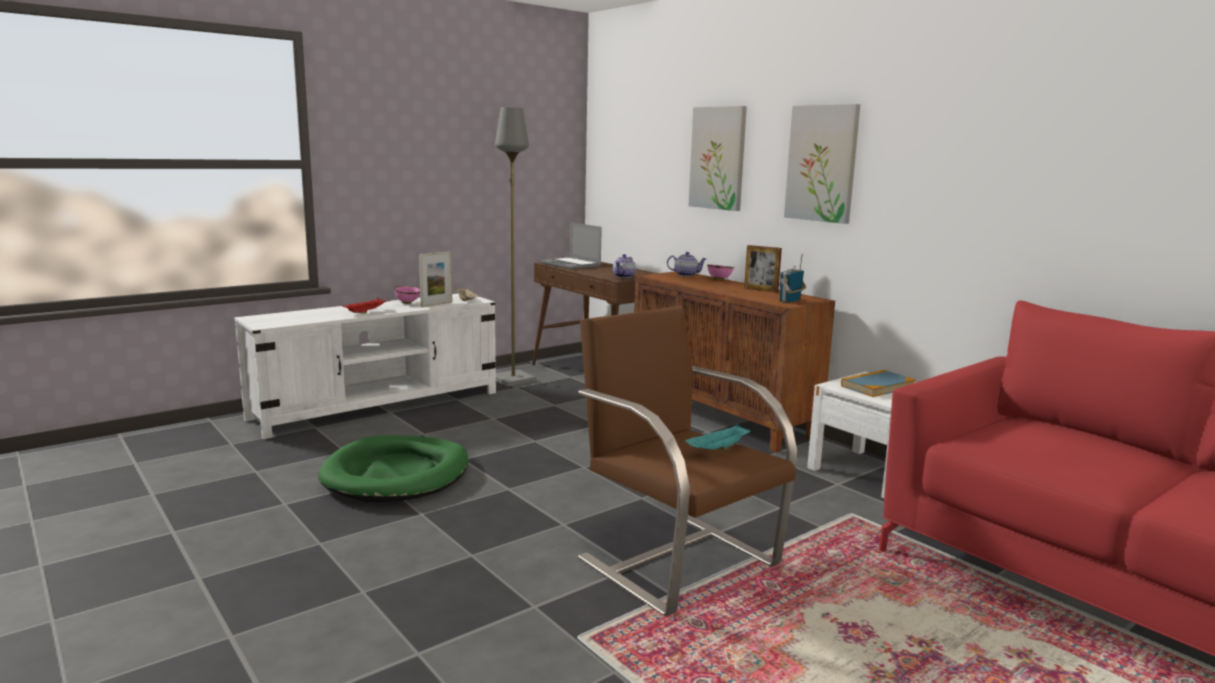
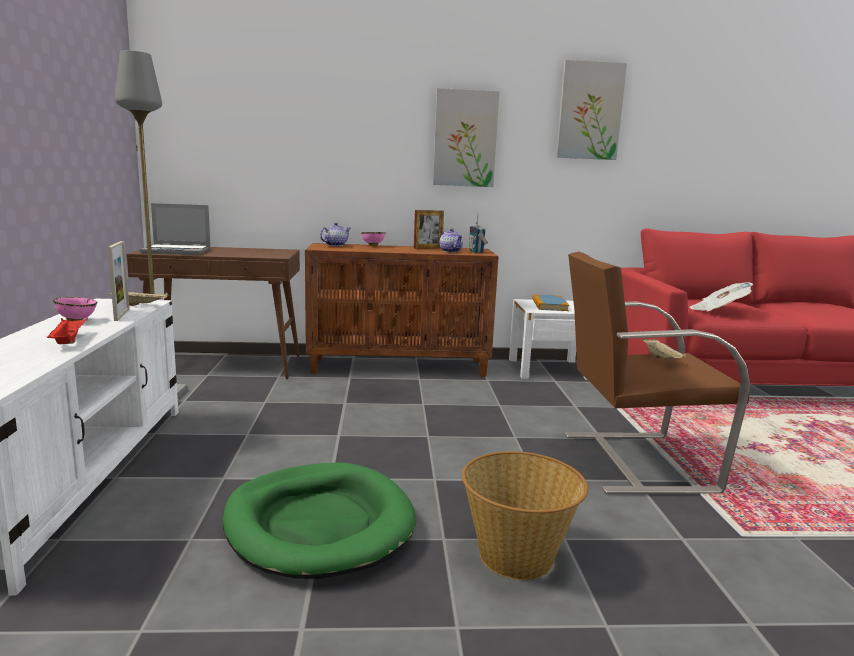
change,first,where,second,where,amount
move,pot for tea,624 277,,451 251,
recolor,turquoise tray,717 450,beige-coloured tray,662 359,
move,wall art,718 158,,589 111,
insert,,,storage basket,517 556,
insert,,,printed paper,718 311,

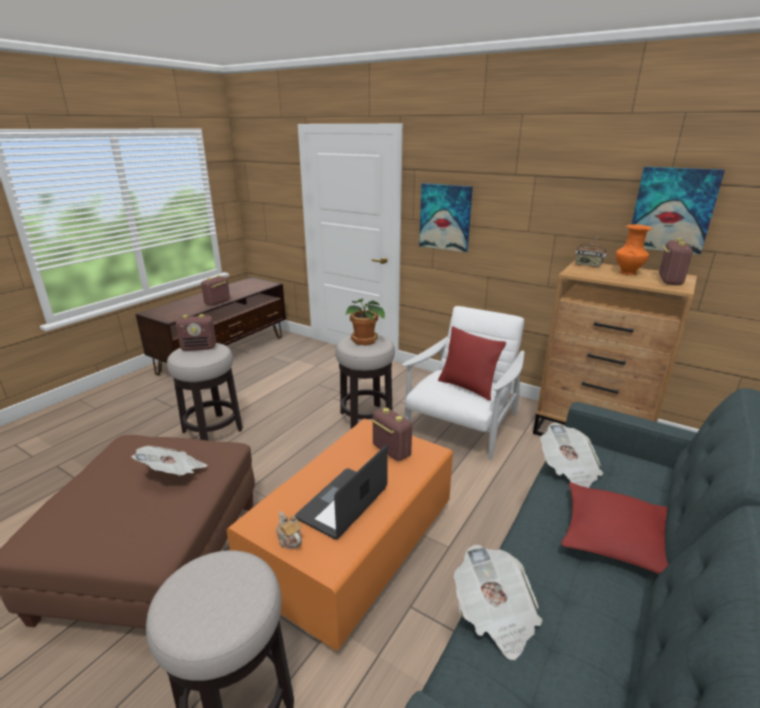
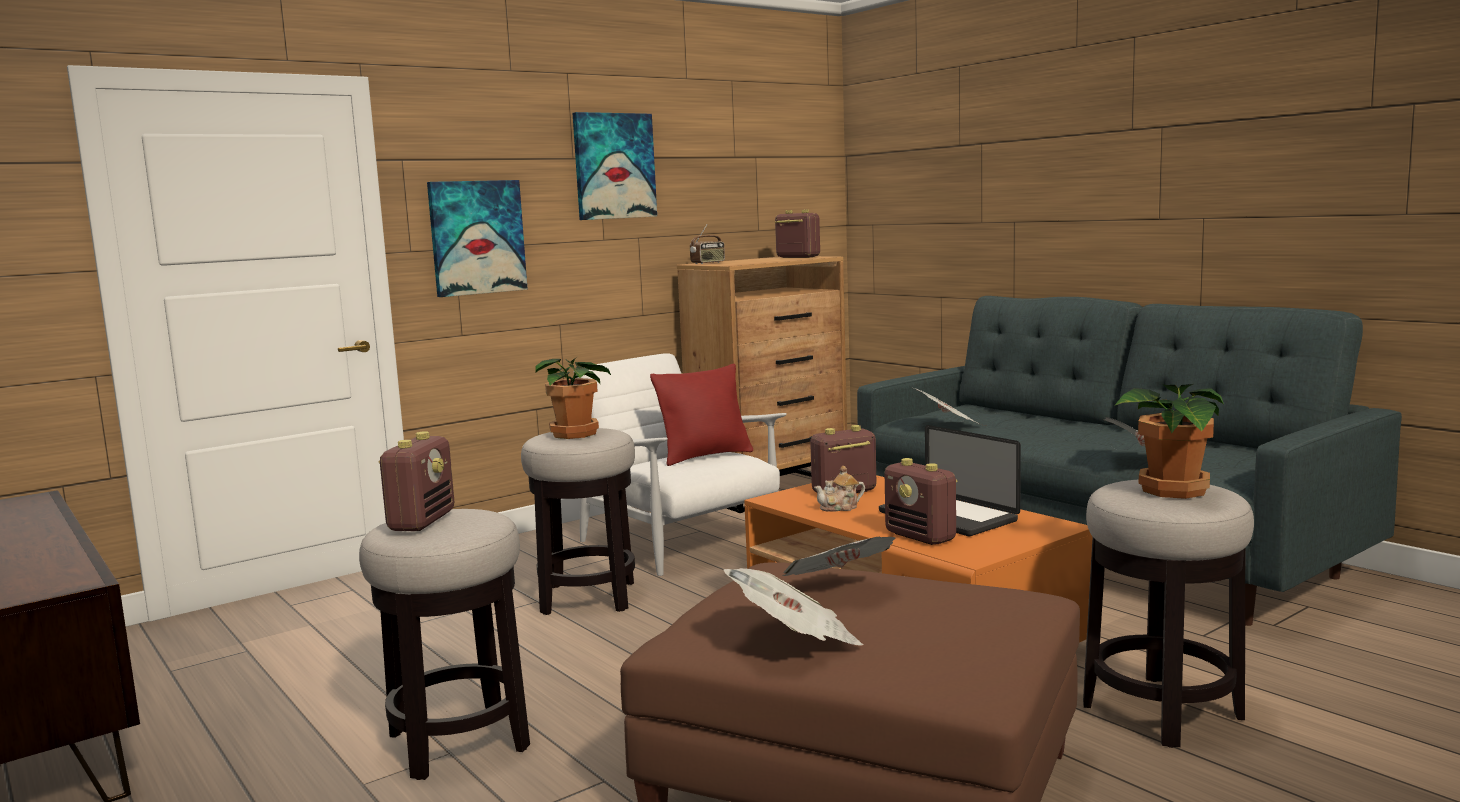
change,first,where,second,where,amount
move,radio set,217 302,,921 537,
move,pot for tea,289 539,,840 508,
delete,reddish cushion,615 538,,,
delete,orange vase,627 273,,,
move,wall art,672 210,,614 166,
insert,,,printed paper,795 640,
insert,,,potted plant,1172 491,

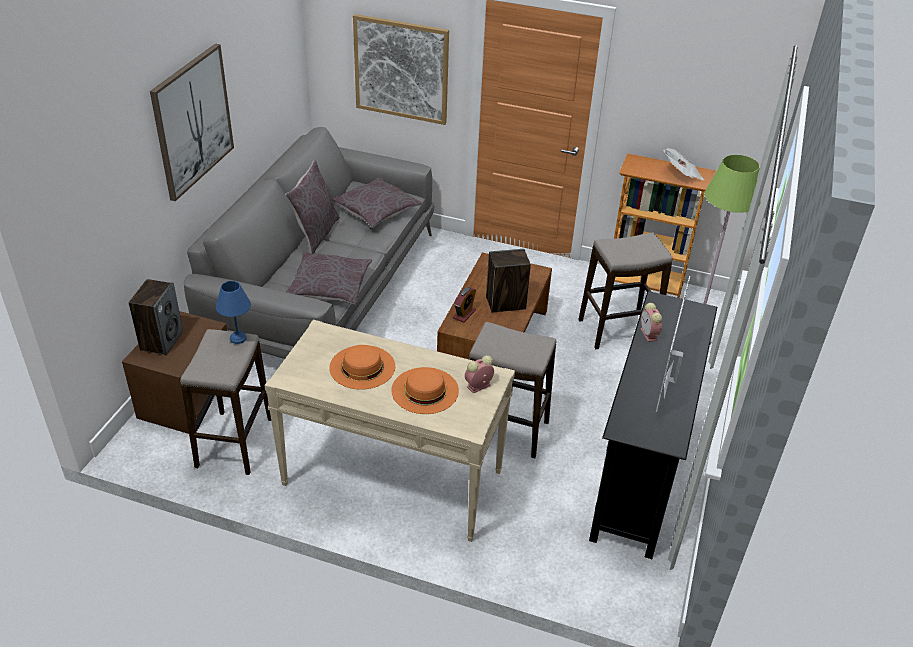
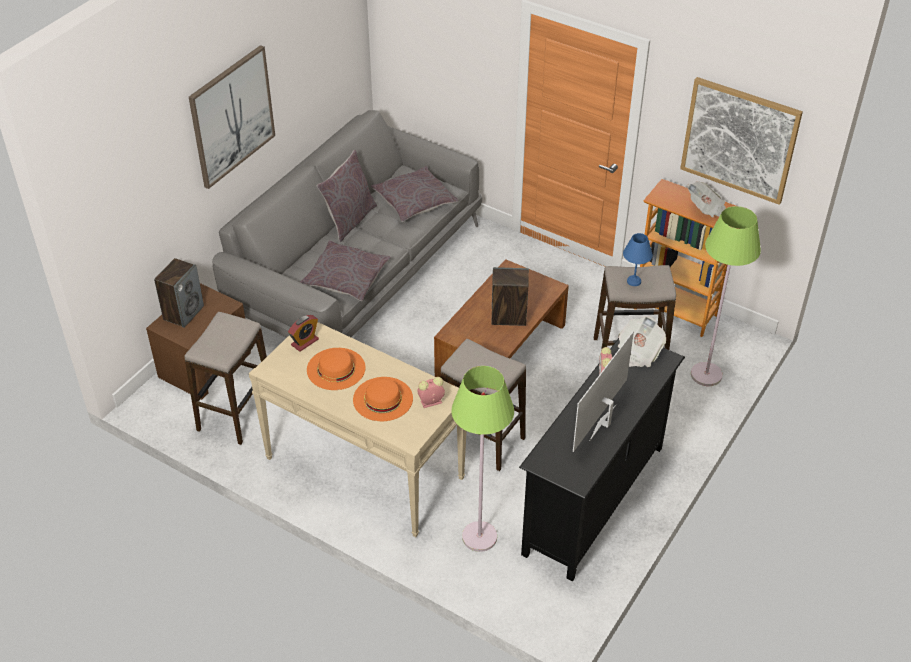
change,first,where,second,where,amount
move,blue lamp for a table,238 339,,634 282,
move,wall art,401 69,,739 140,
move,alarm clock,464 314,,305 342,
insert,,,green-coloured standard lamp,479 537,
insert,,,printed paper,638 352,

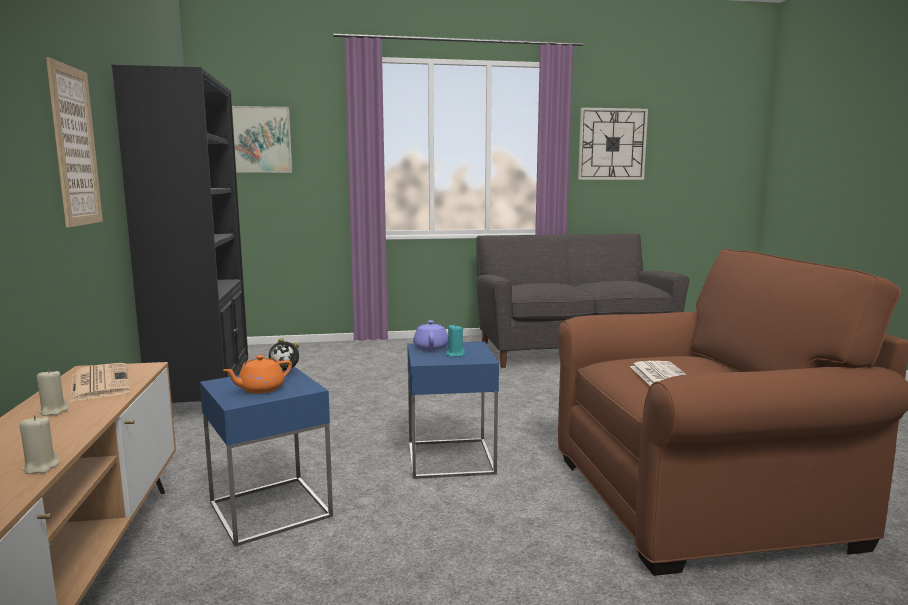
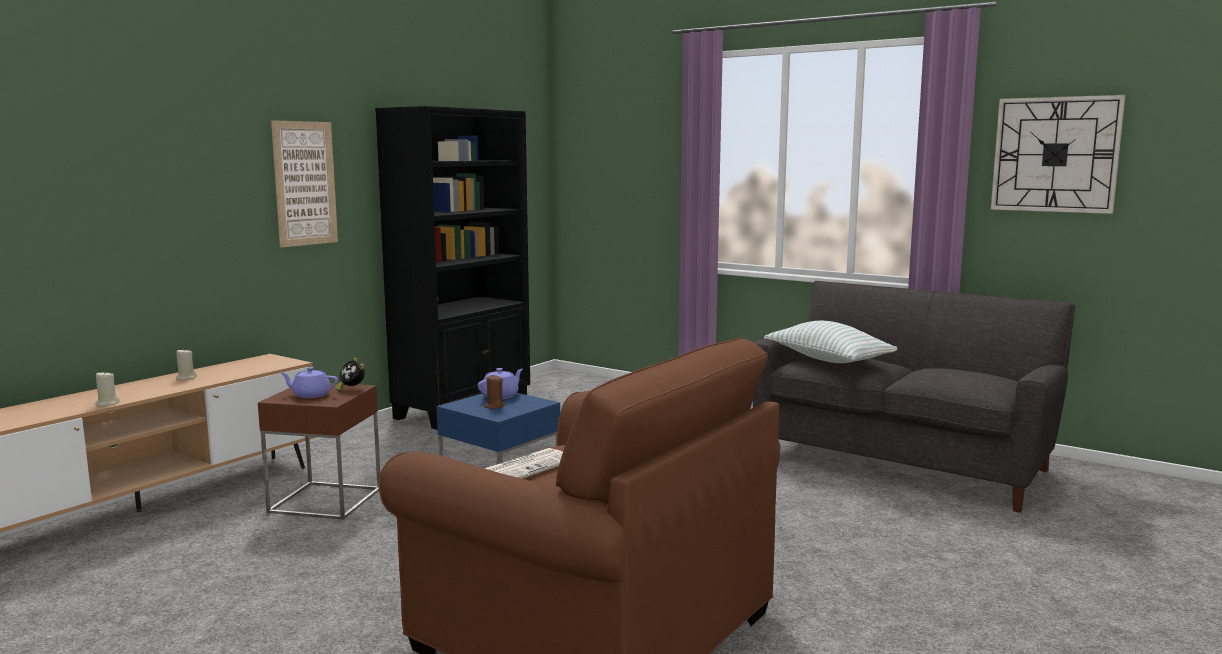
change,first,where,second,where,amount
delete,printed paper,99 383,,,
recolor,blue end table,270 509,brown end table,325 500,
recolor,orange pot for tea,260 389,purple-coloured pot for tea,310 395,
delete,wall art,257 139,,,
recolor,turquoise wax light,455 354,brown wax light,494 406,
insert,,,cushion,828 360,

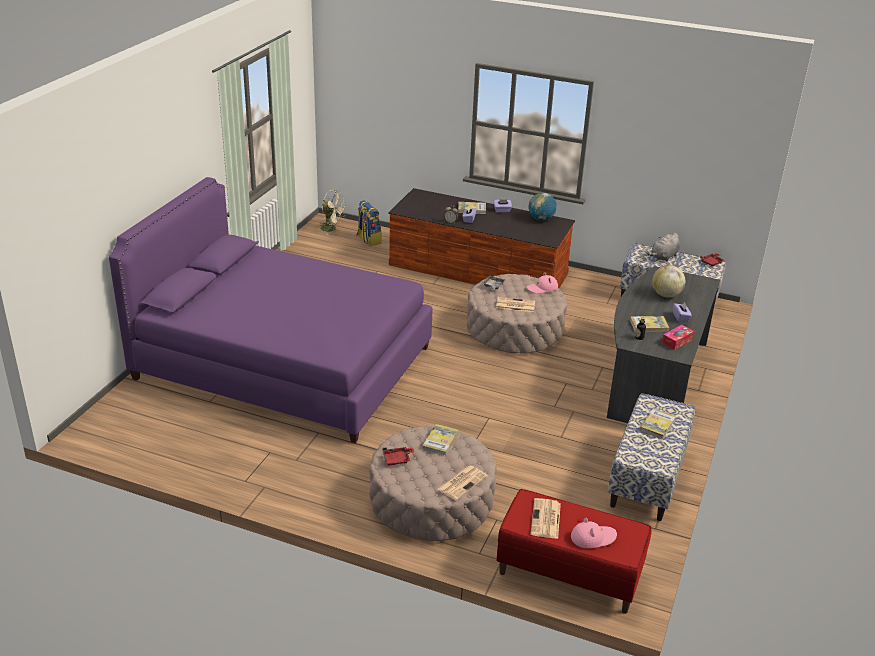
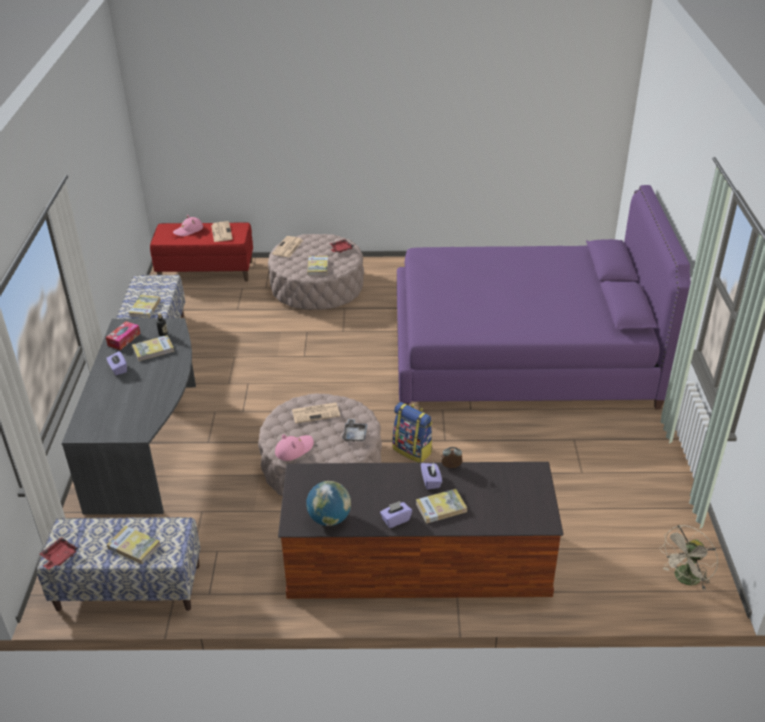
change,first,where,second,where,amount
rotate,beige-coloured electric fan,332 229,,685 580,45 degrees counterclockwise
move,rucksack,368 240,,413 450,
replace,gray cuddly toy,664 257,bound book,134 546,
delete,world globe,666 295,,,

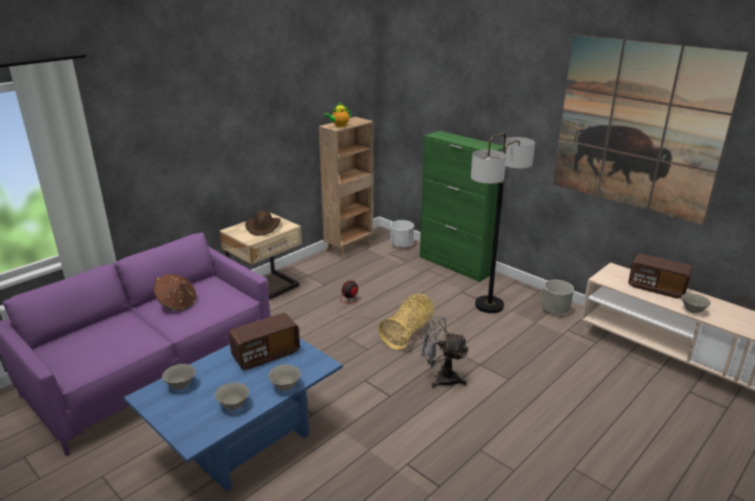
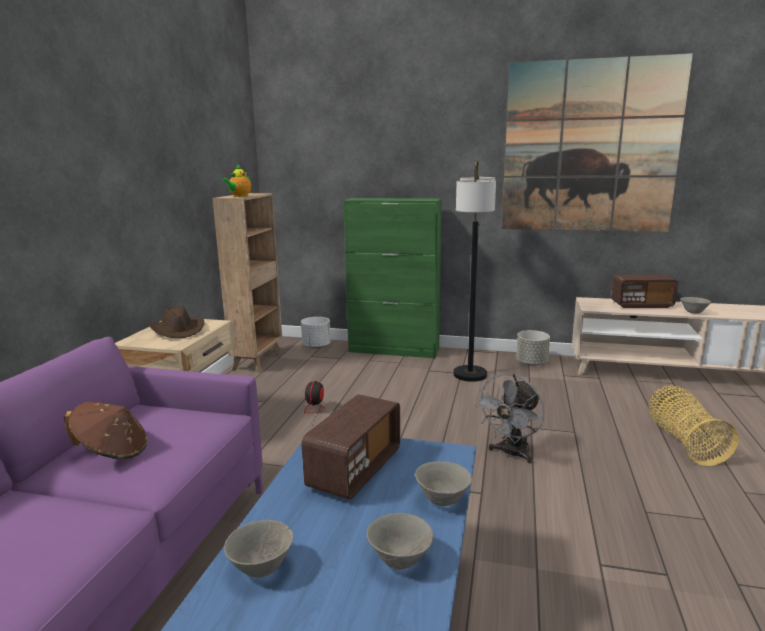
change,first,where,second,where,amount
move,storage basket,408 333,,684 442,
rotate,gray electric fan,440 378,,511 454,45 degrees counterclockwise

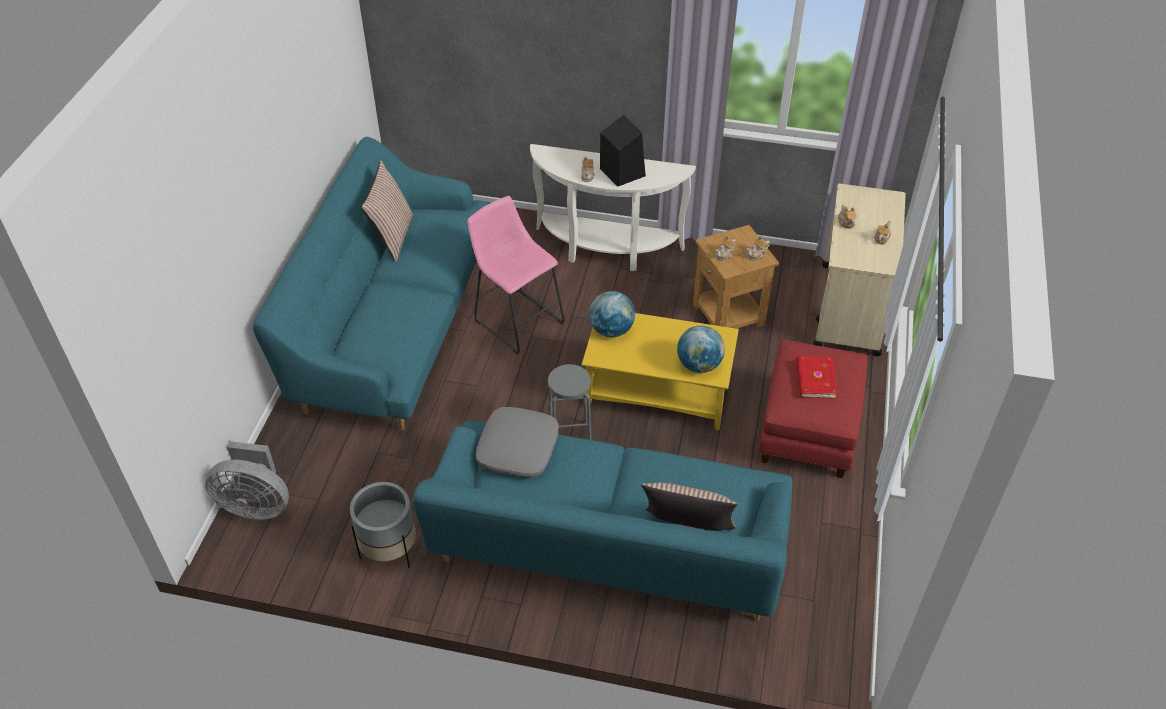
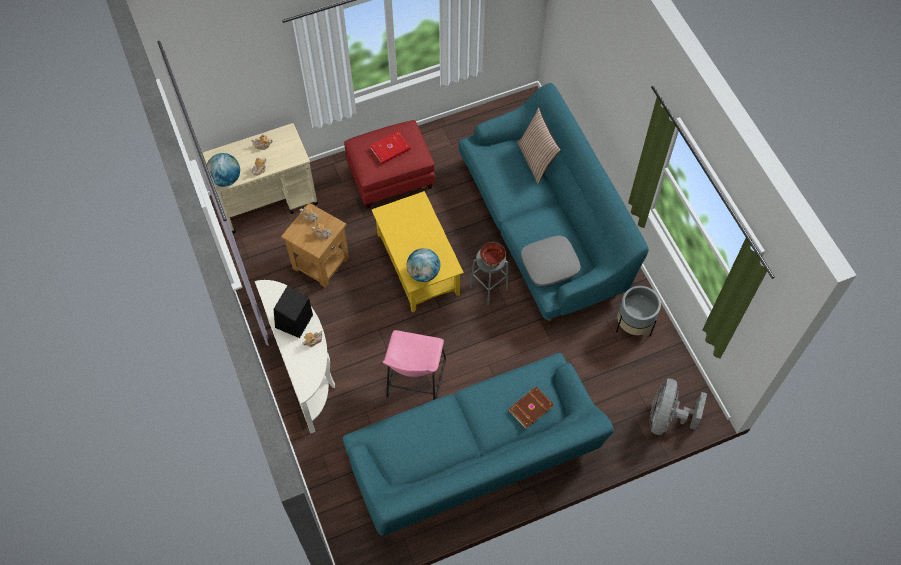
change,first,where,second,where,amount
rotate,gray electric fan,256 505,,667 417,135 degrees counterclockwise
delete,cushion,392 236,,,
move,world globe,699 365,,226 179,
insert,,,deep dish,492 260,
insert,,,brown bound book,530 407,

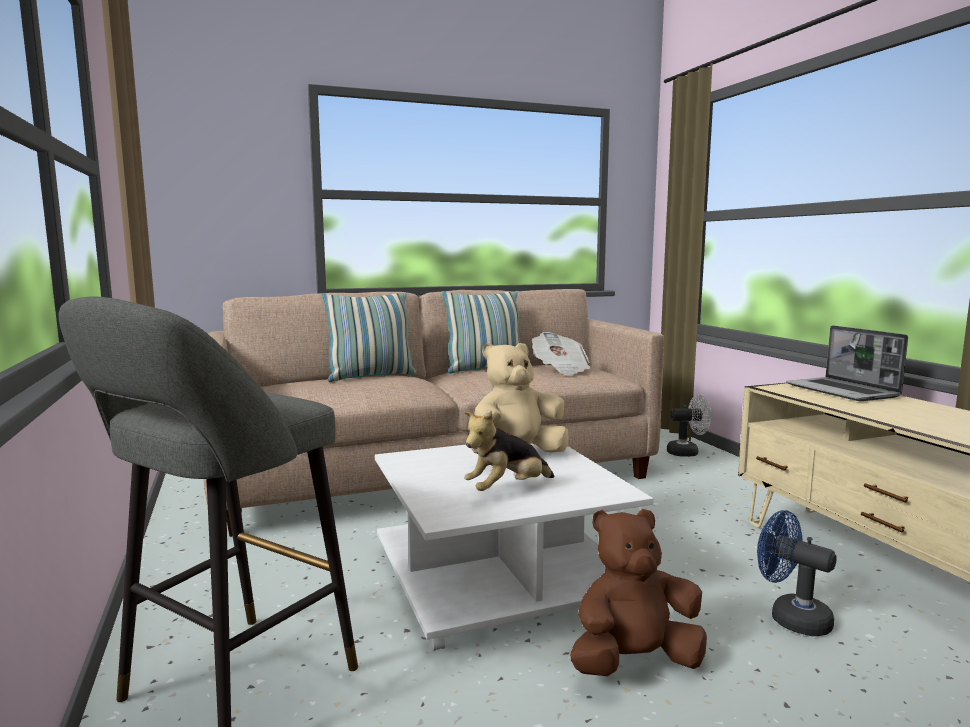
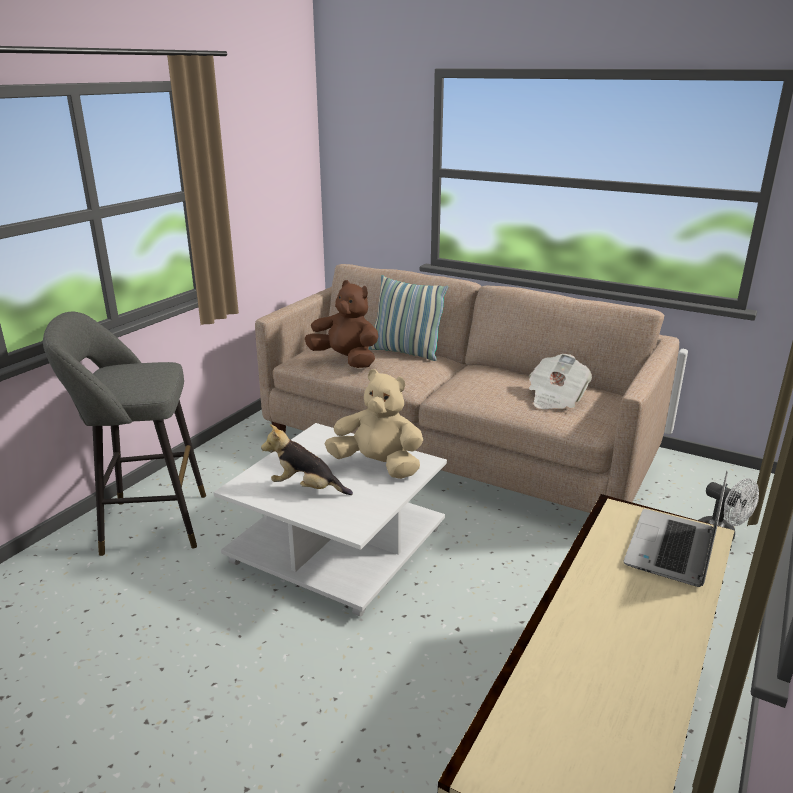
change,first,where,second,where,amount
delete,cushion,484 369,,,
move,brown cuddly toy,634 662,,346 360,
delete,blue electric fan,791 617,,,

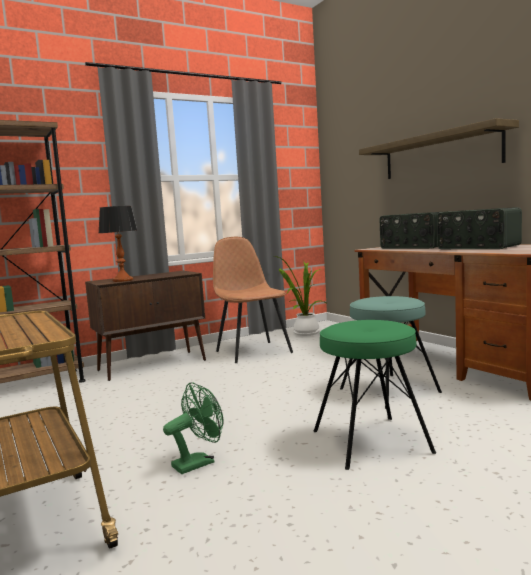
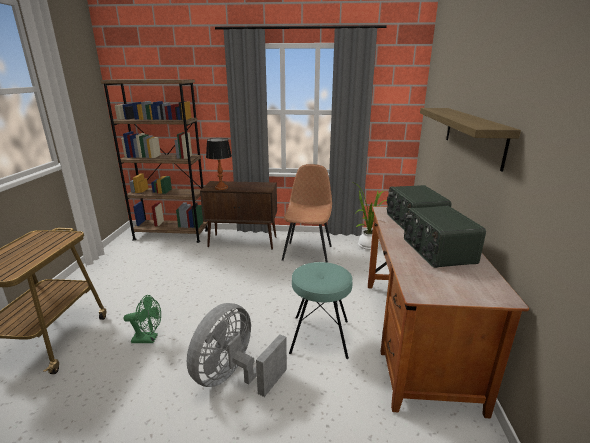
change,first,where,second,where,amount
replace,green-coloured stool seat,370 441,gray electric fan,234 377,

